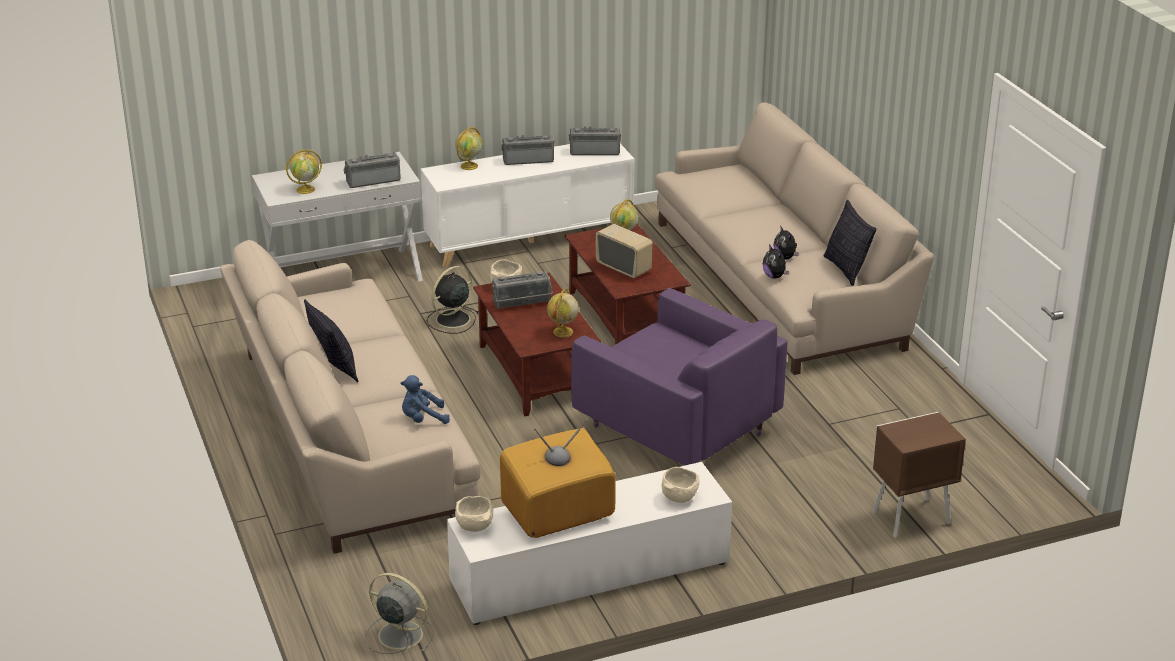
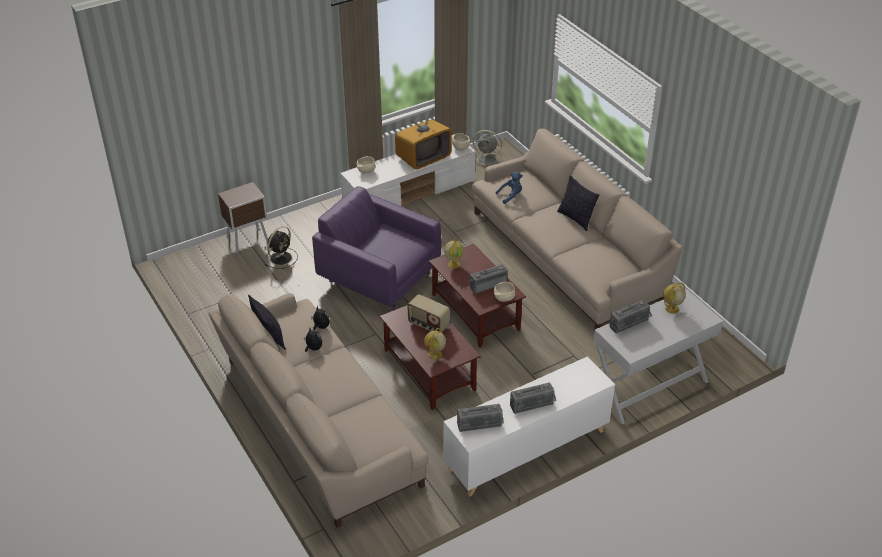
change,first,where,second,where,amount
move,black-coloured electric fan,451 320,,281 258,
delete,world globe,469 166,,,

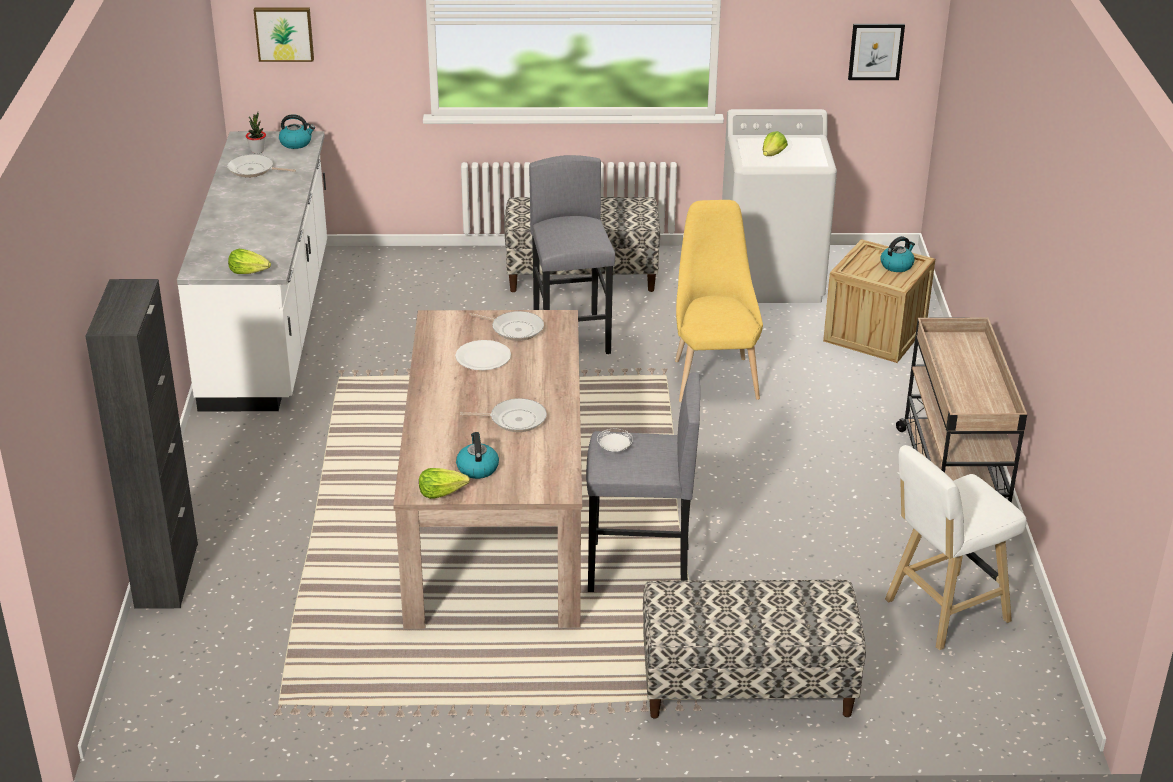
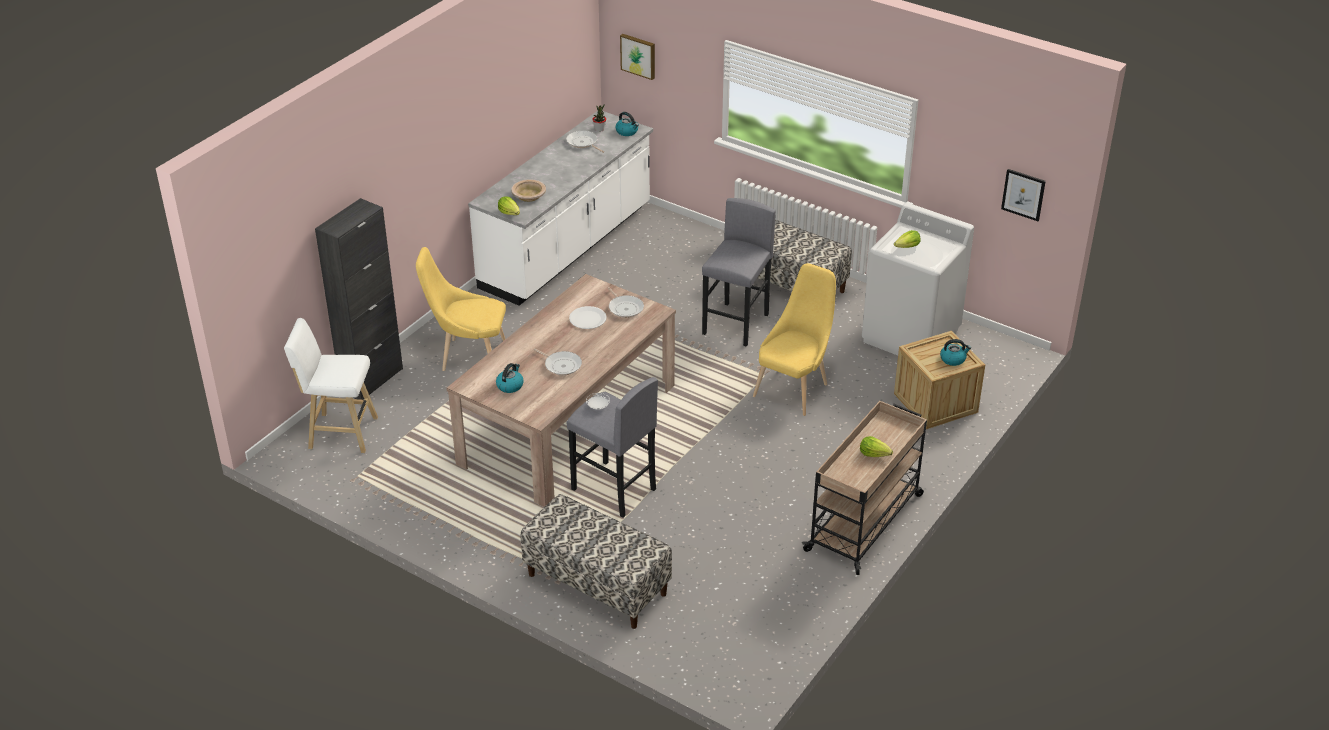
change,first,where,second,where,amount
move,head of lettuce,441 492,,874 454,
move,white-coloured stool seat,942 612,,339 433,
insert,,,yellow-coloured upright chair,468 356,
insert,,,beige-coloured deep dish,529 195,

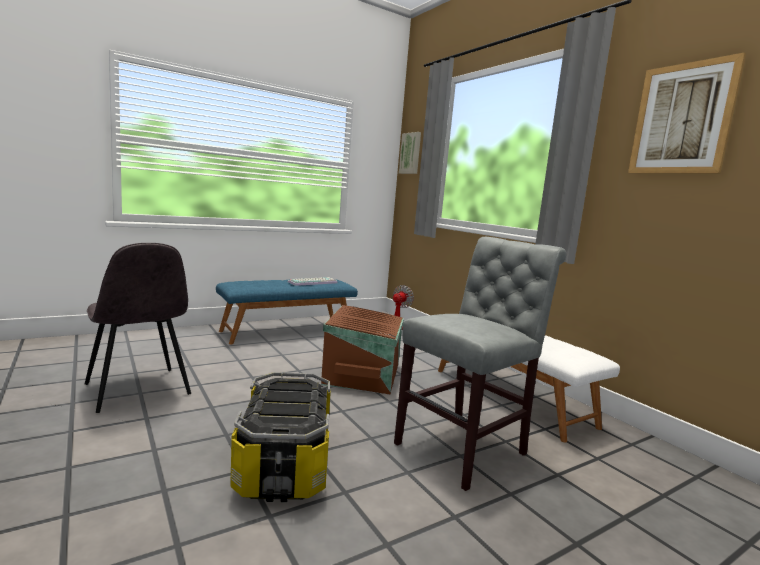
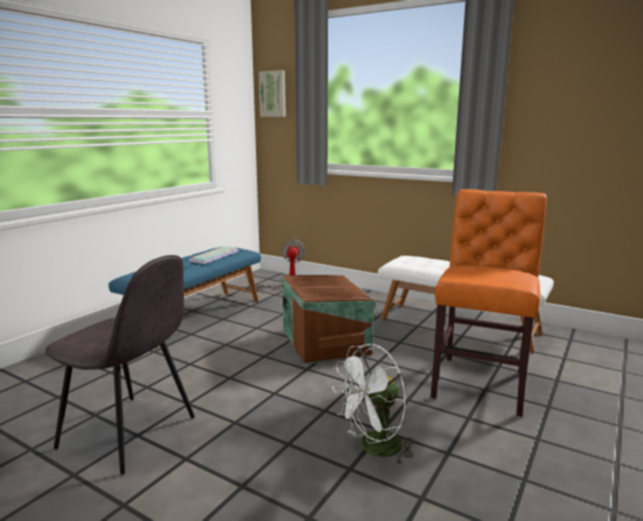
change,first,where,second,where,amount
replace,storage container,285 463,white-coloured electric fan,374 449,
recolor,gray upright chair,465 447,orange upright chair,480 381,
delete,wall art,682 119,,,

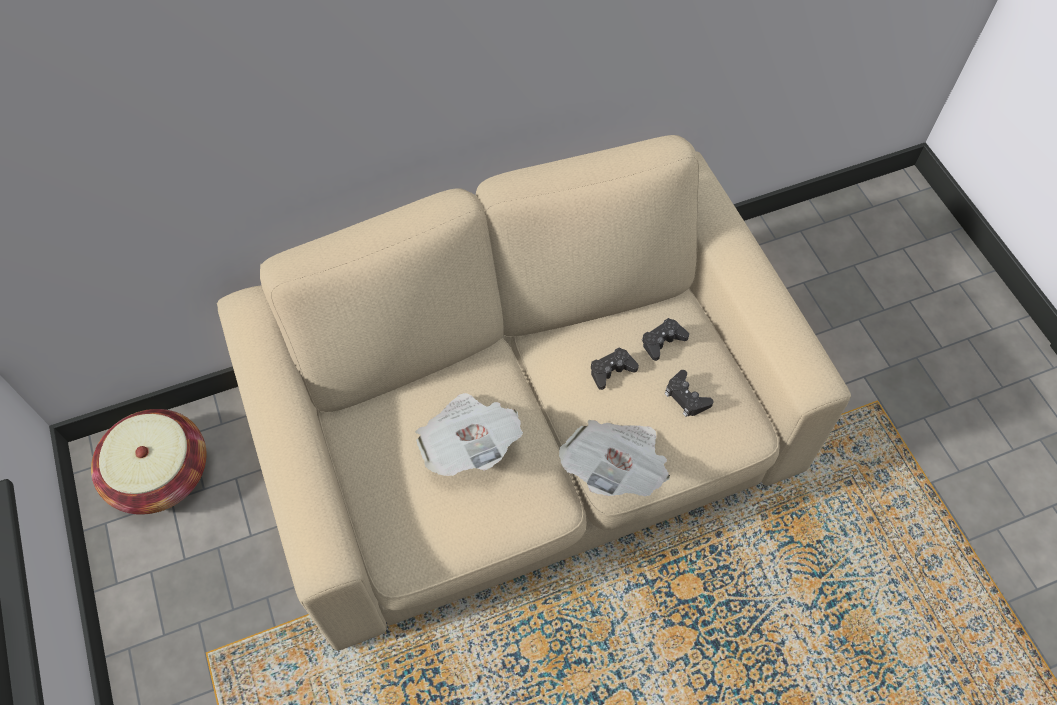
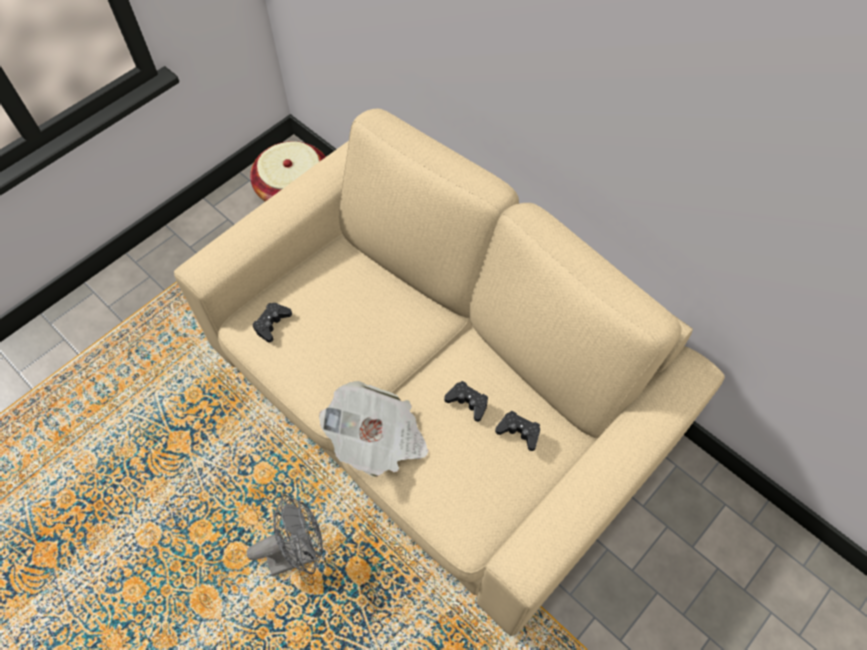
change,first,where,second,where,amount
delete,printed paper,469 444,,,
move,black-coloured game controller,686 397,,272 324,
insert,,,gray electric fan,298 552,

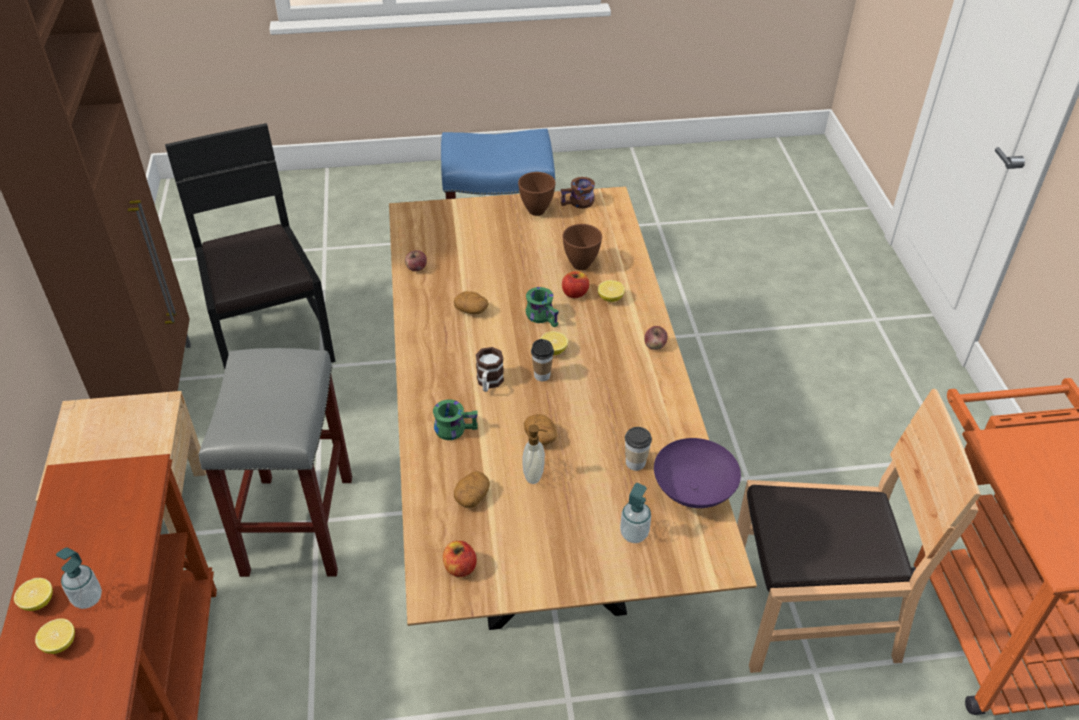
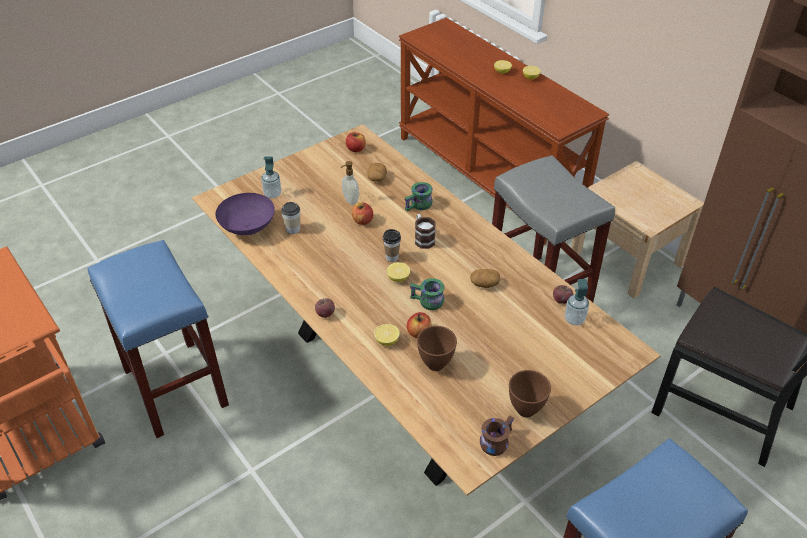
change,first,where,second,where,amount
move,soap dispenser,88 598,,574 319,
replace,potato,540 437,apple fruit,362 221,
replace,brown upright chair,811 612,blue stool seat,174 387,

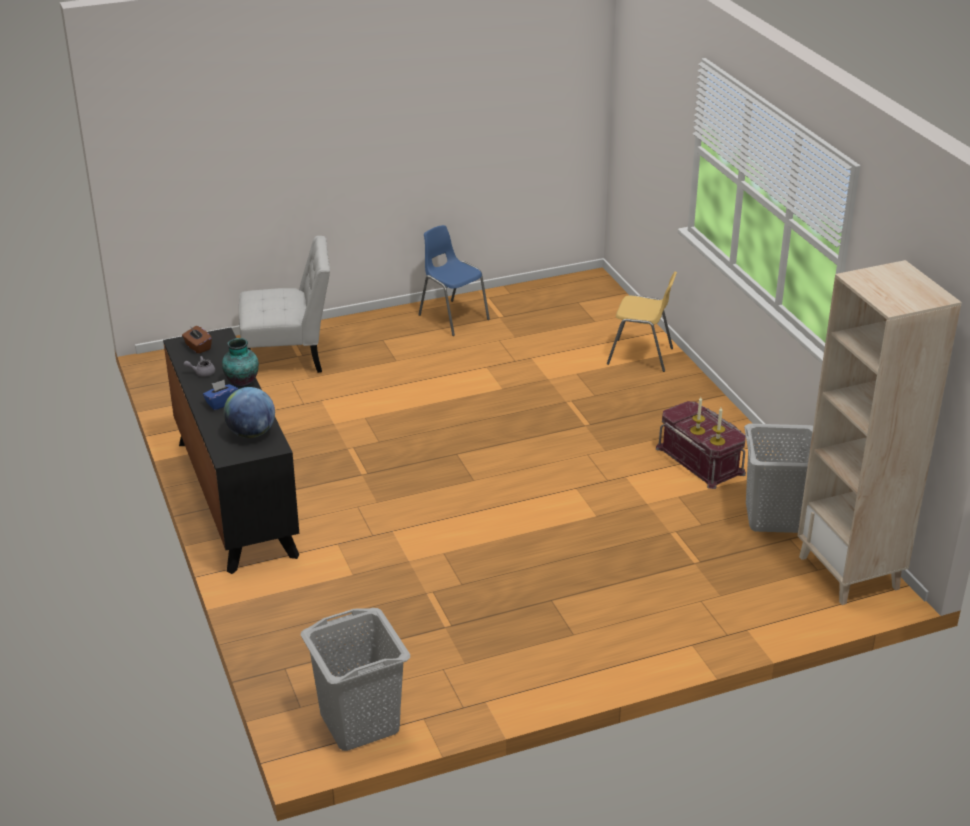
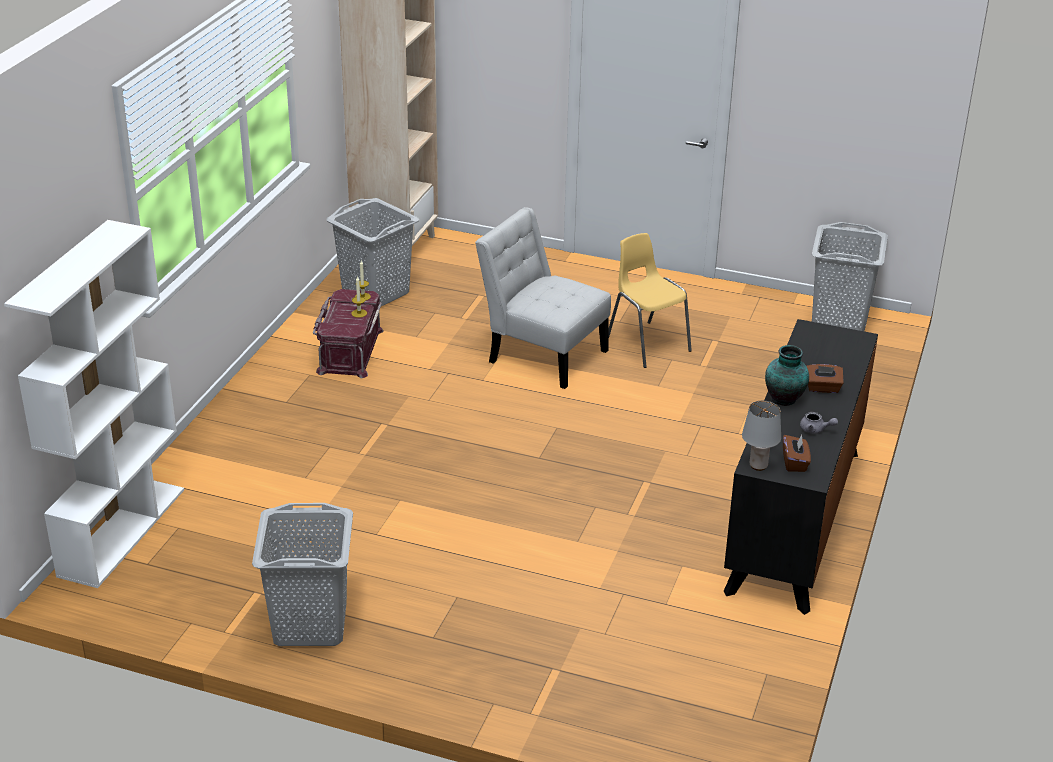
change,first,where,second,where,amount
recolor,blue tissue holder,221 403,brown tissue holder,823 388,
delete,world globe,251 433,,,
move,white-coloured upright chair,289 356,,542 354,
replace,blue upright chair,453 317,gray washing basket,309 624,
move,yellow-coloured upright chair,641 356,,647 344,
insert,,,white-coloured bookshelf,122 531,
insert,,,gray lamp for a table,758 466,

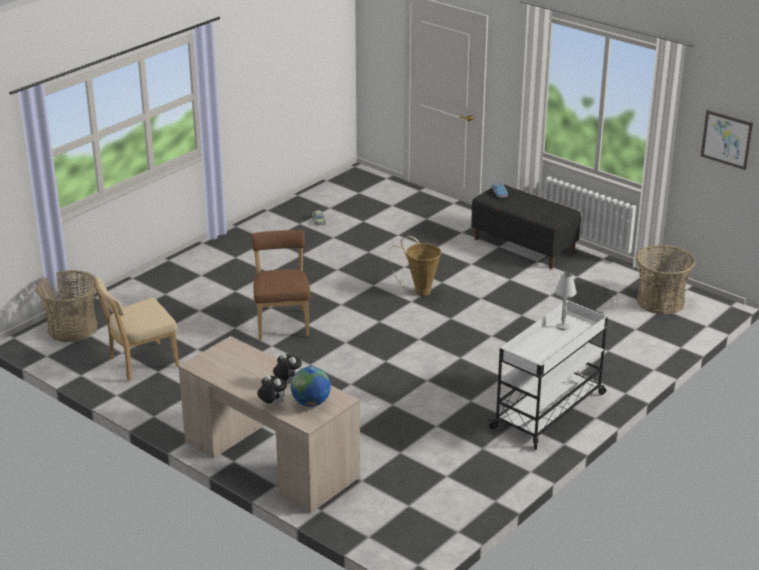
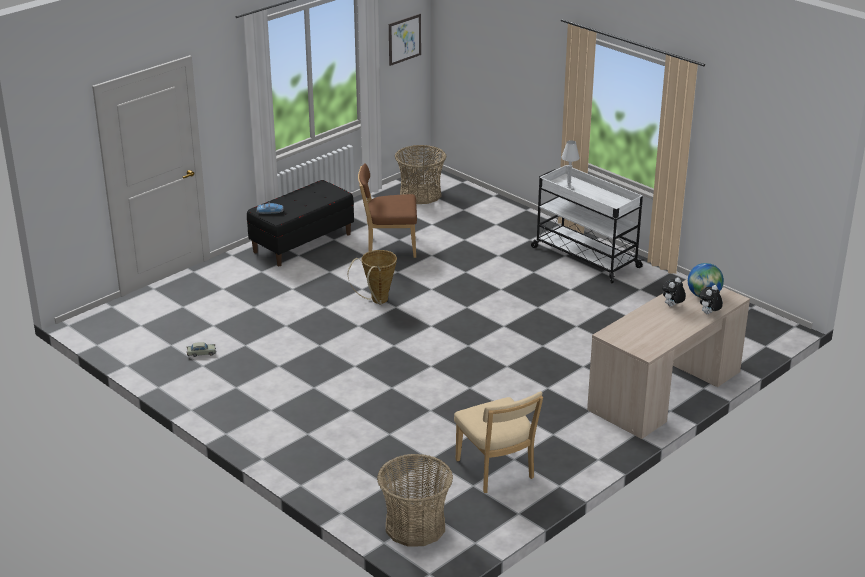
change,first,where,second,where,amount
move,brown upright chair,282 323,,389 247,

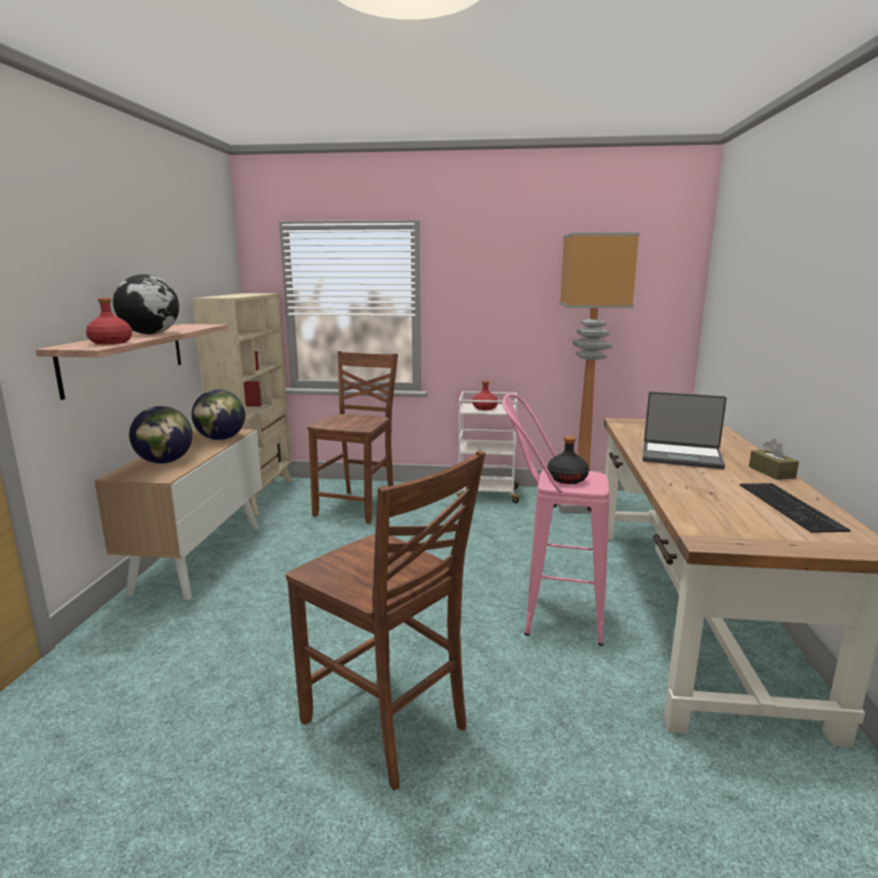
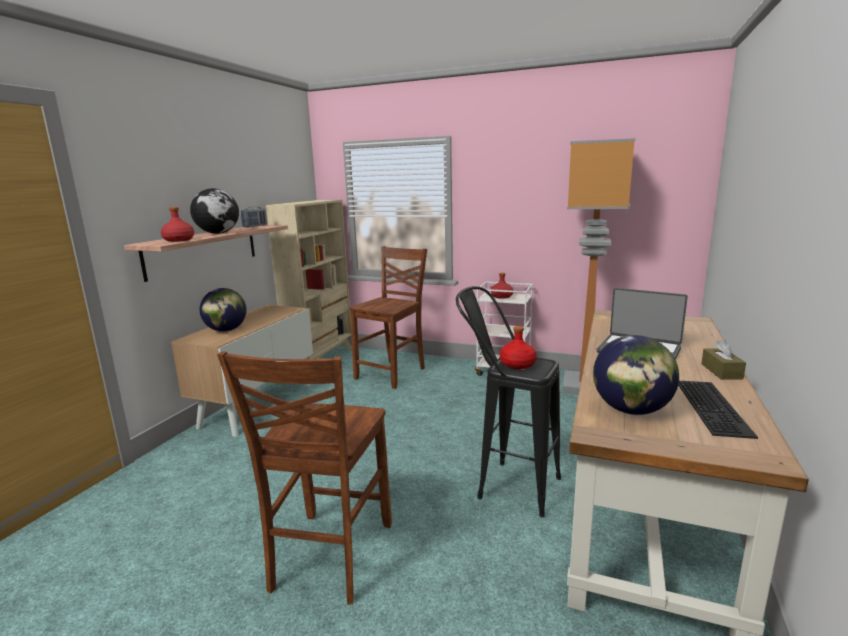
change,first,where,second,where,amount
move,world globe,221 439,,631 410,
rotate,brown upright chair,387 725,,329 557,45 degrees clockwise
recolor,pinkish stool seat,548 616,black-coloured stool seat,506 484,
recolor,black-coloured drink bottle,567 479,reddish drink bottle,517 364,
insert,,,radio set,255 226,

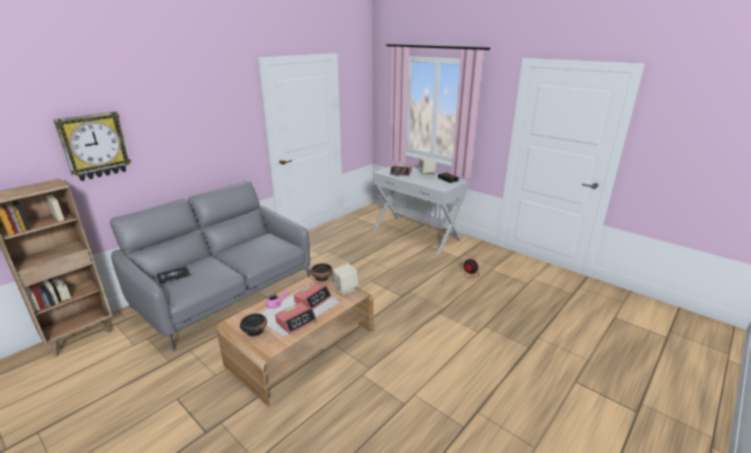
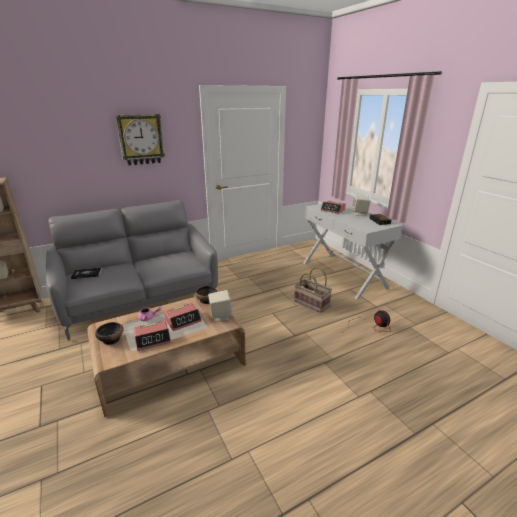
change,first,where,second,where,amount
move,clock on the wall,94 146,,141 139,
insert,,,storage basket,312 303,

